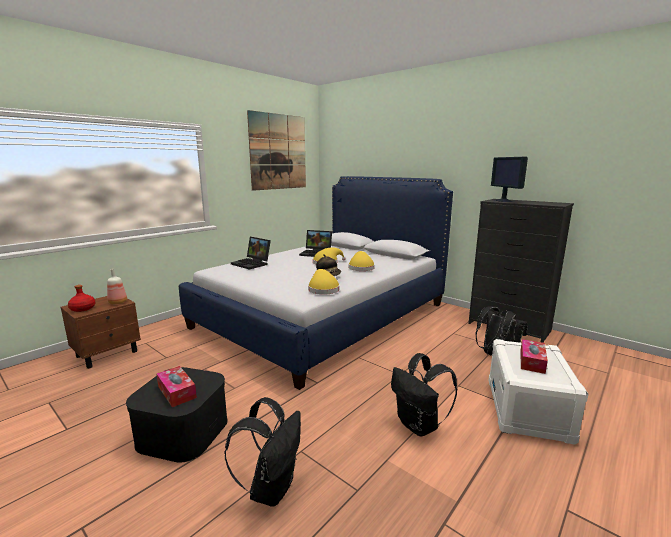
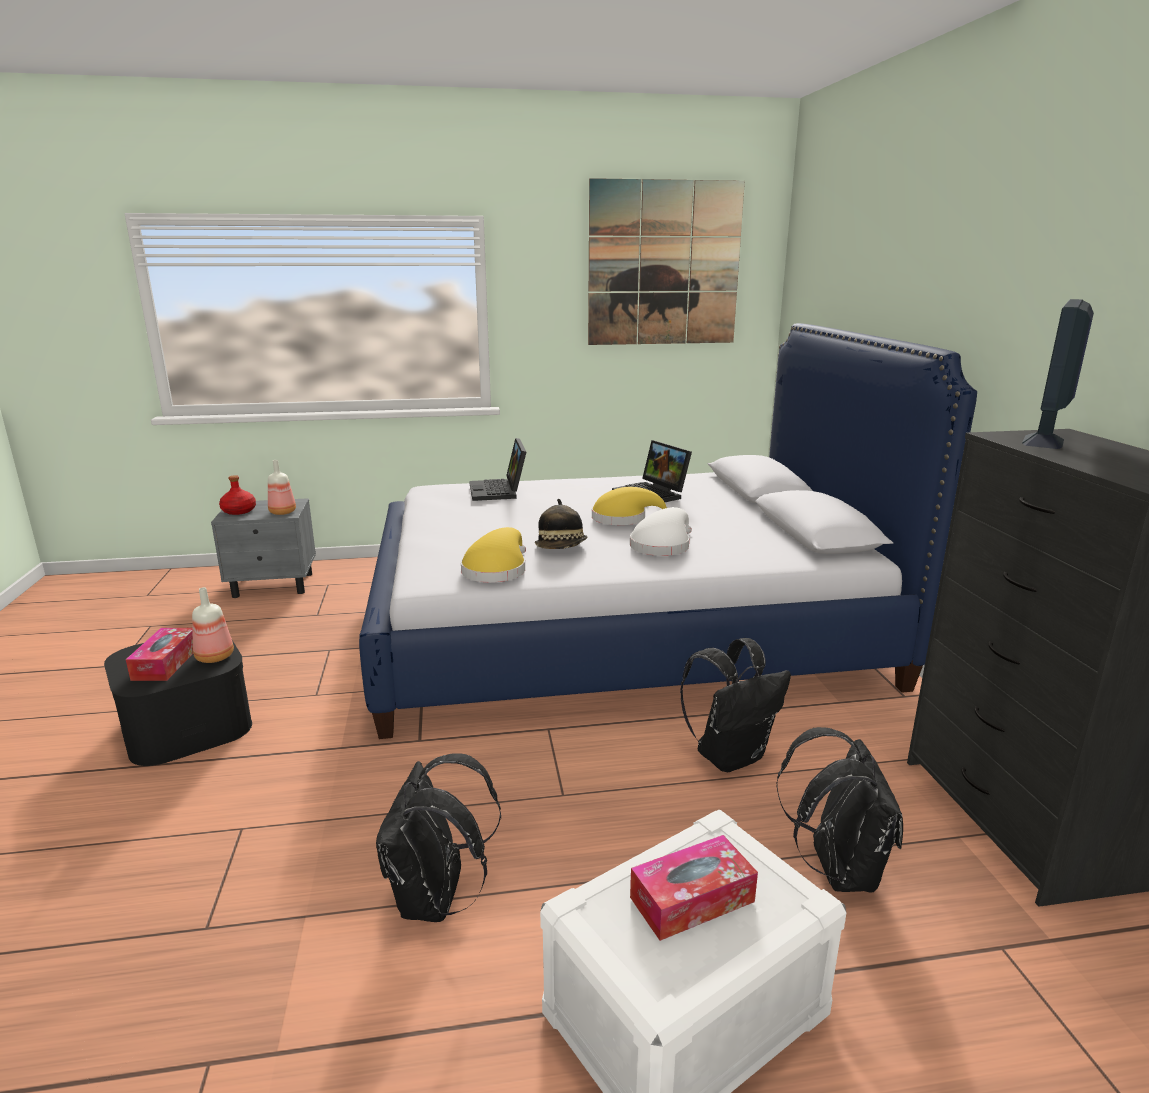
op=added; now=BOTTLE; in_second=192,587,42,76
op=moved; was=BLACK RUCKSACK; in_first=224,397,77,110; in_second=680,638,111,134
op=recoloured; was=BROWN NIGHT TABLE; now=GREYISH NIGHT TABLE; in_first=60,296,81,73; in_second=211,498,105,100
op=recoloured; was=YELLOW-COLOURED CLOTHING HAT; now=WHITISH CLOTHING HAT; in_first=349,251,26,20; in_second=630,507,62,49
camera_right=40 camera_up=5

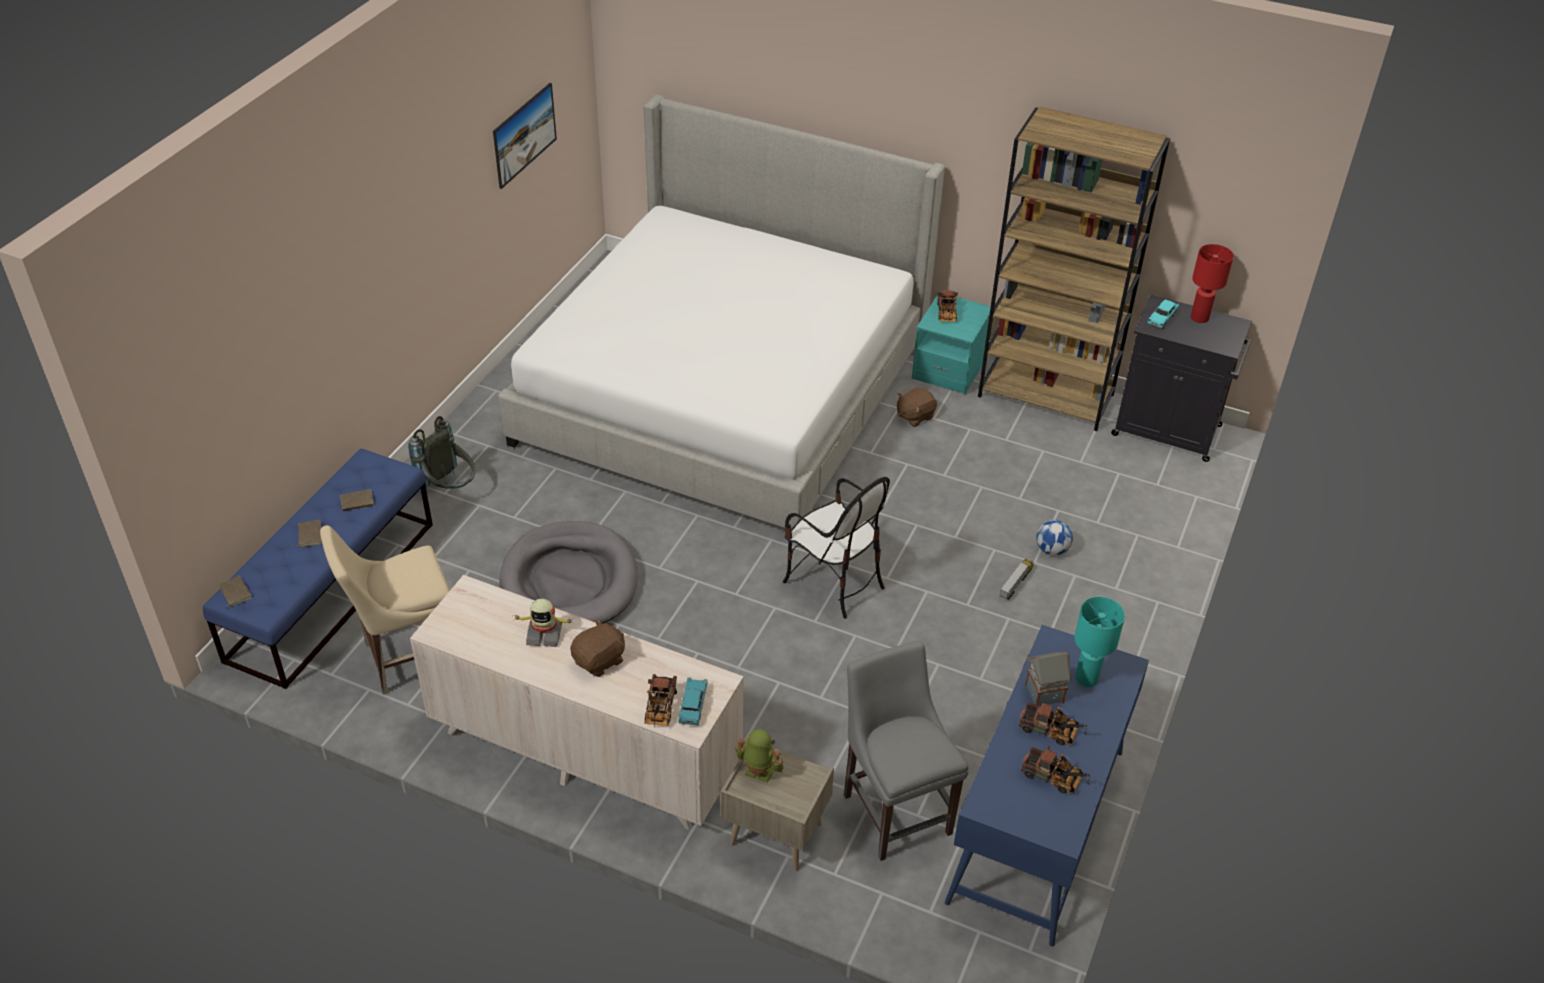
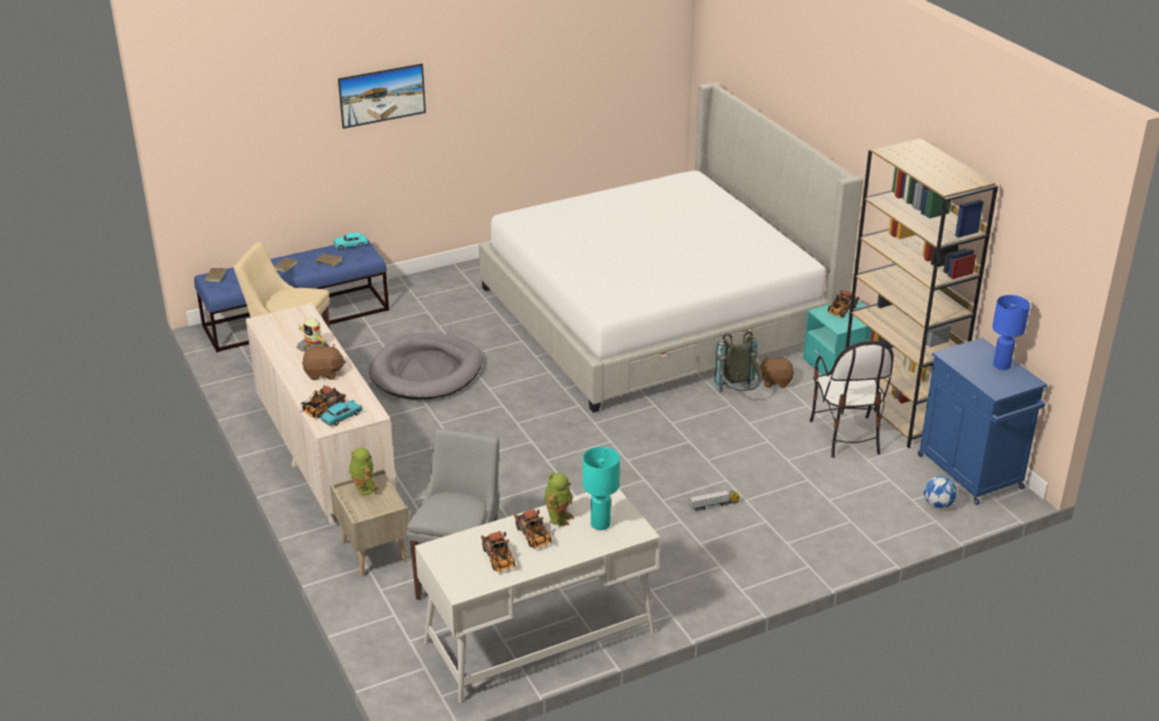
op=moved; was=GREYISH RUCKSACK; in_first=408,416,67,78; in_second=712,331,50,60
op=moved; was=WALL PICTURE; in_first=493,83,64,106; in_second=338,64,88,65
op=moved; was=PLAIN CHAIR; in_first=783,477,107,142; in_second=810,341,84,117
op=moved; was=BALL FOR FOOTBALL; in_first=1036,520,37,36; in_second=924,476,33,32
op=moved; was=BLUE-GREEN TOY CAR; in_first=1147,299,32,30; in_second=334,233,34,17
op=replaced; was=MINIATURE HOUSE; now=MODEL ROBOT; in_first=1025,652,47,54; in_second=545,473,30,53
op=recoloured; was=BLUISH DESK UNIT; now=WHITISH DESK UNIT; in_first=945,625,204,322; in_second=415,488,245,215
op=recoloured; was=BLACK STORAGE CABINET; now=BLUISH STORAGE CABINET; in_first=1111,295,141,167; in_second=918,338,129,167
op=recoloured; was=RED-COLOURED TABLE LAMP; now=BLUISH TABLE LAMP; in_first=1191,244,43,79; in_second=992,295,38,75
camera_right=40 camera_up=-10

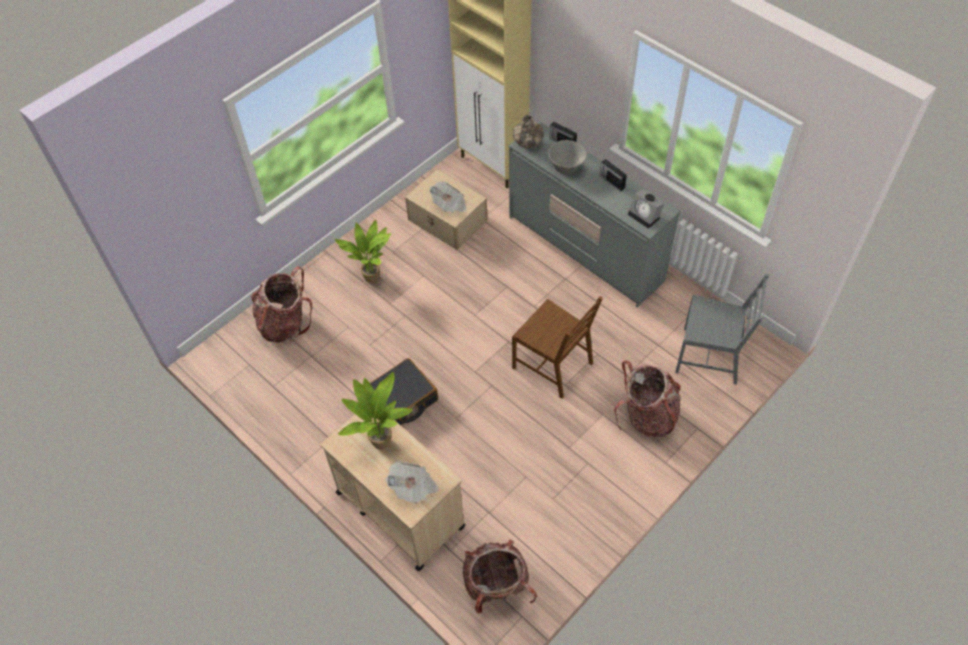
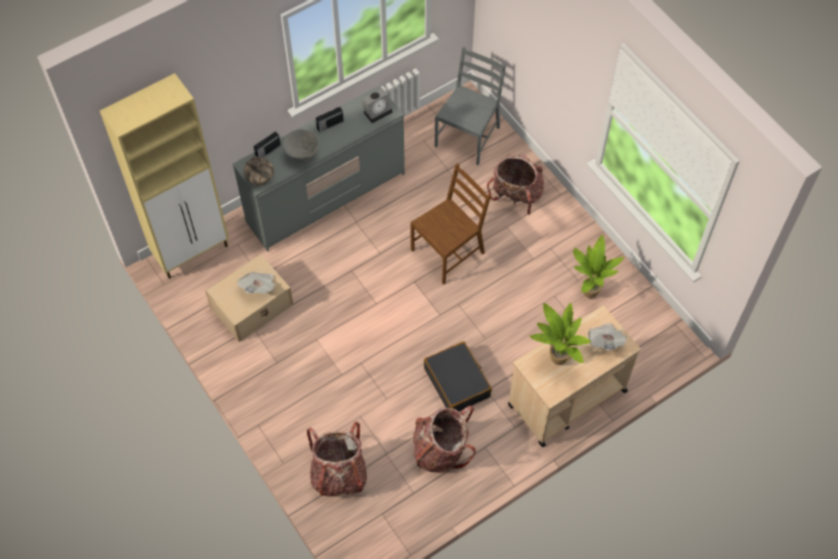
op=moved; was=PLANT IN A POT; in_first=335,220,56,64; in_second=573,235,51,63
op=moved; was=RUCKSACK; in_first=463,540,74,73; in_second=413,405,63,68
camera_right=-80 camera_up=5

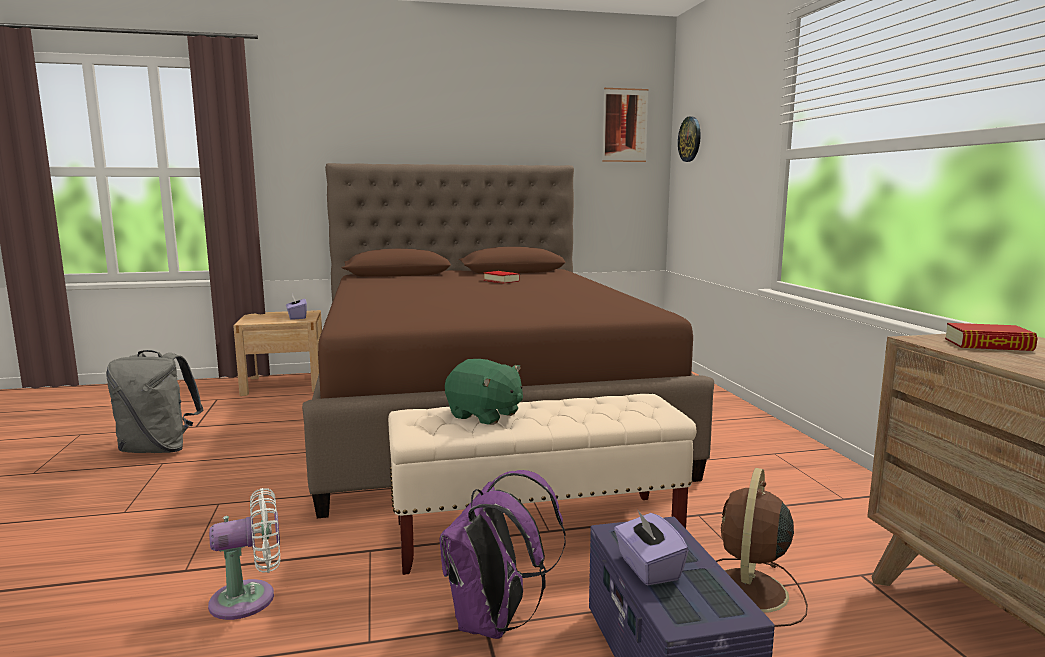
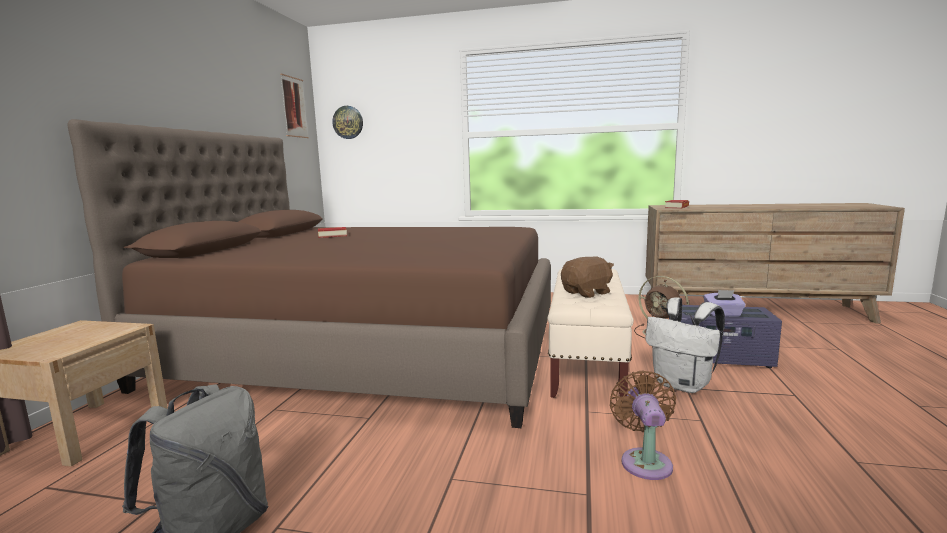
op=removed; was=PURPLISH BOX OF TISSUES; in_first=286,295,21,25
op=recoloured; was=WHITISH ELECTRIC FAN; now=BROWN ELECTRIC FAN; in_first=208,488,72,132; in_second=610,371,66,109
op=recoloured; was=PURPLISH RUCKSACK; now=WHITISH RUCKSACK; in_first=439,470,127,169; in_second=645,297,80,96
op=recoloured; was=GREENISH CUDDLY TOY; now=BROWN CUDDLY TOY; in_first=445,359,78,66; in_second=561,256,53,42
camera_right=-65 camera_up=0

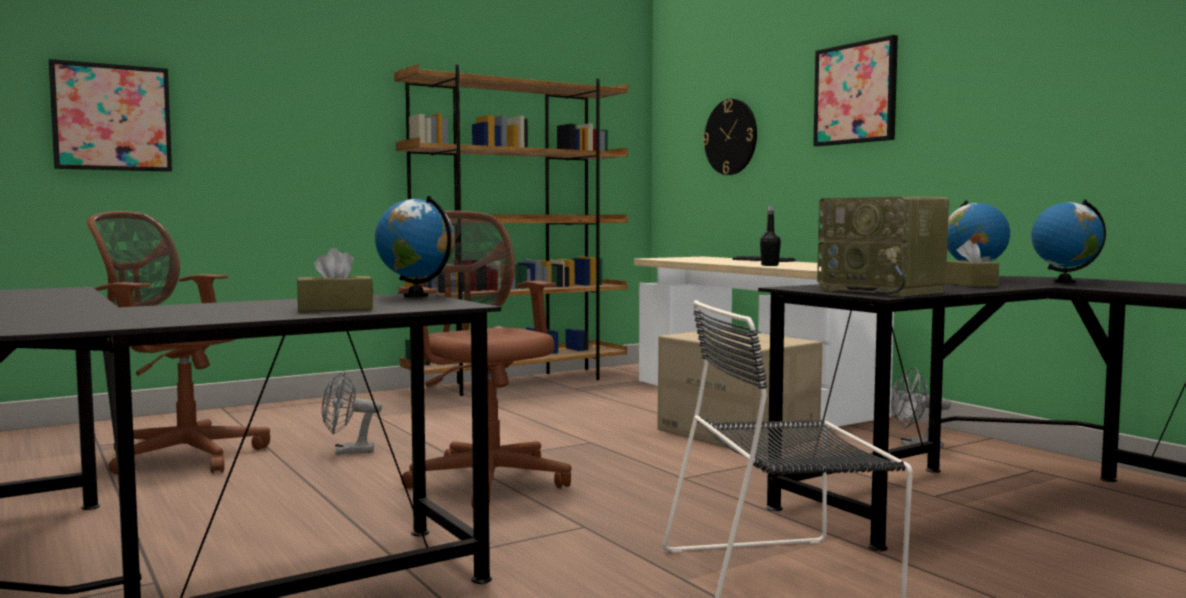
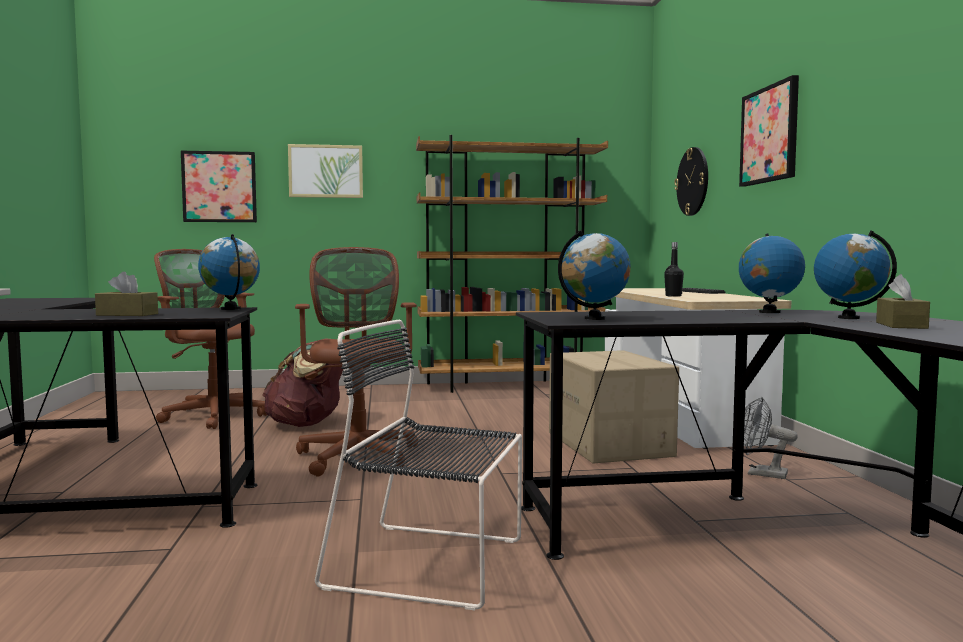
op=added; now=WALL PICTURE; in_second=288,144,75,54
op=moved; was=BROWN BOX OF TISSUES; in_first=946,240,53,47; in_second=876,274,54,55
op=replaced; was=GREYISH ELECTRIC FAN; now=BROWN RUCKSACK; in_first=322,371,60,84; in_second=262,338,81,89
op=replaced; was=RADIO RECEIVER; now=DESK GLOBE; in_first=817,196,132,101; in_second=558,230,73,90
camera_right=25 camera_up=0

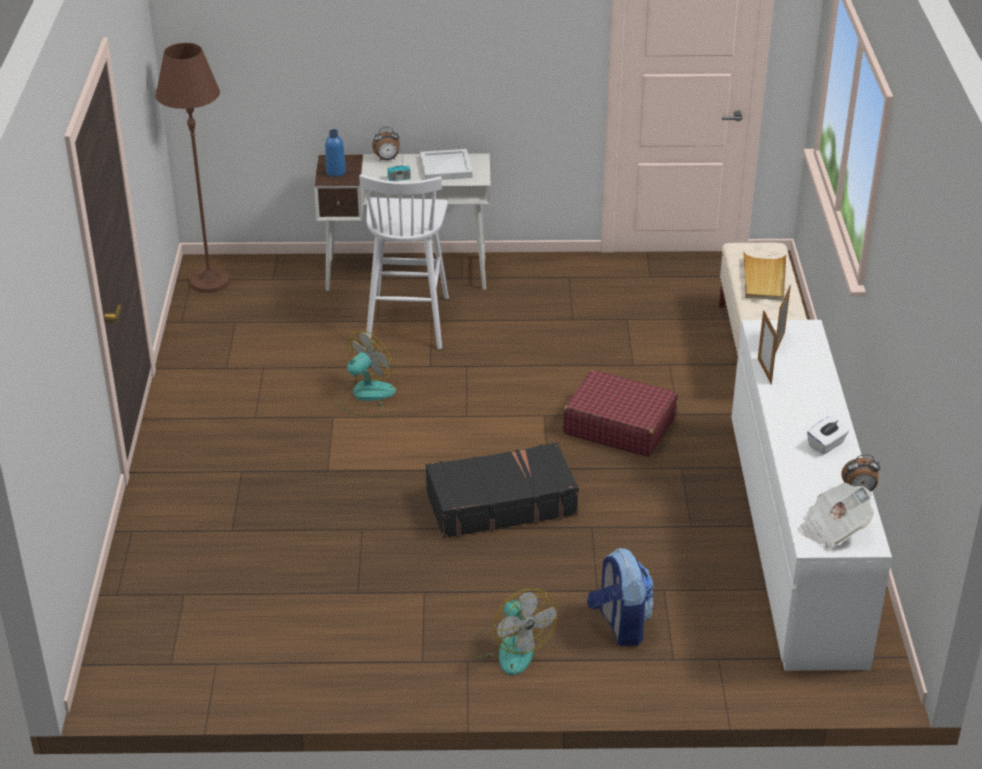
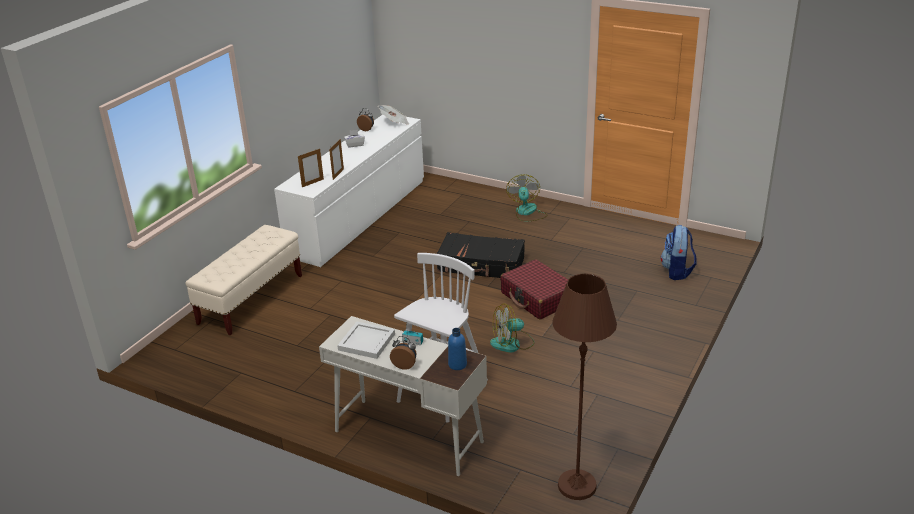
op=removed; was=SAND-COLOURED CARRYING TRAY; in_first=743,251,43,50
op=moved; was=RED-COLOURED SUITCASE; in_first=563,370,114,87; in_second=500,259,68,60
op=moved; was=RUCKSACK; in_first=587,548,67,98; in_second=661,225,36,55
camera_right=-150 camera_up=-5

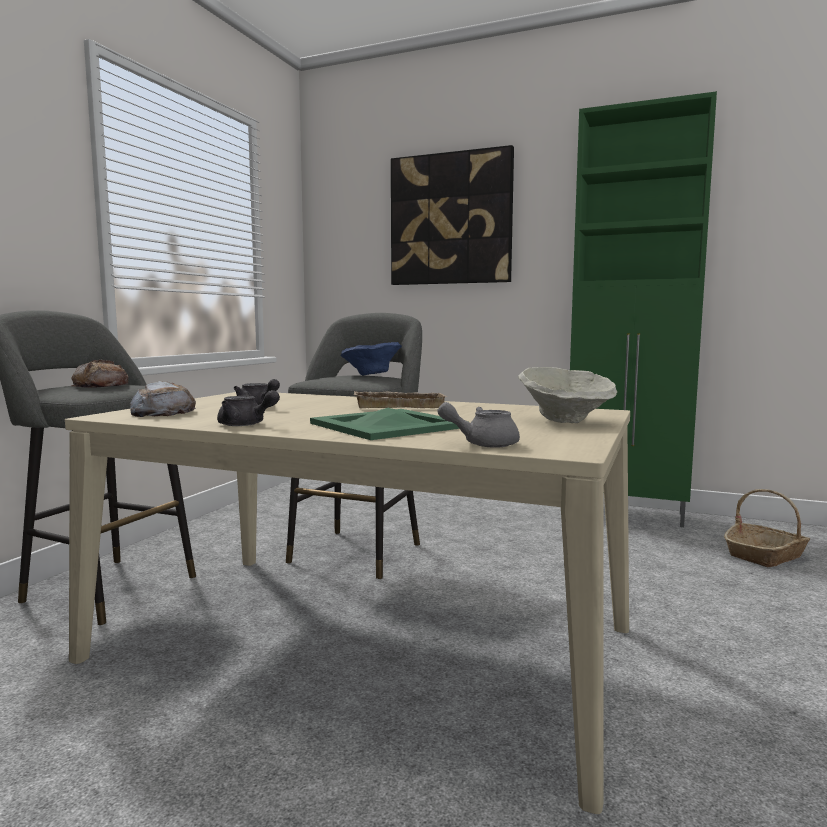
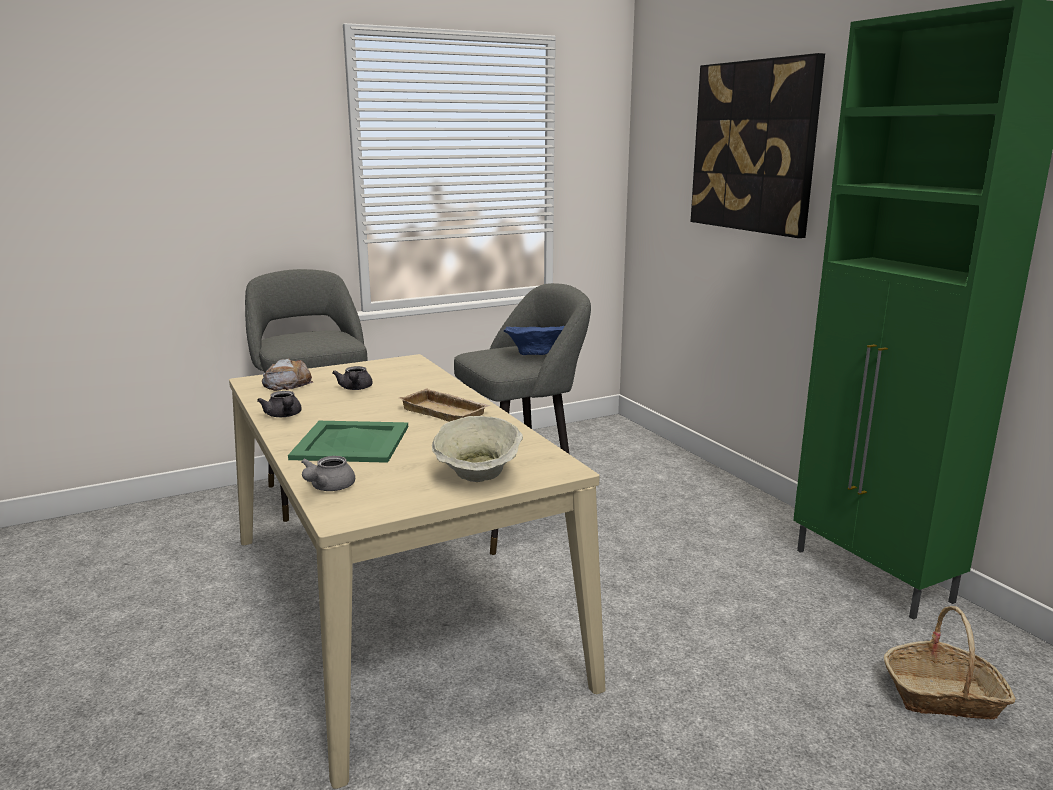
op=removed; was=BAKERY BREAD; in_first=71,359,58,29
op=turned; was=GREYISH POT FOR TEA; in_first=438,402,82,46; in_second=301,456,54,35; clockwise=-105
camera_right=40 camera_up=10

